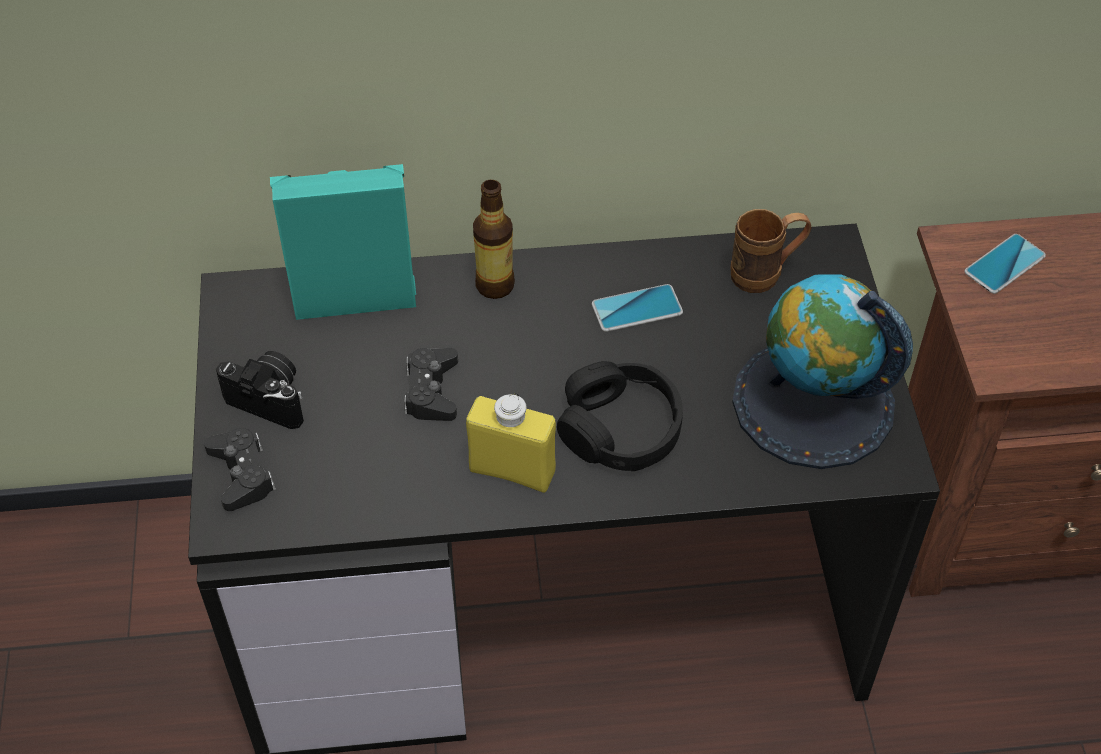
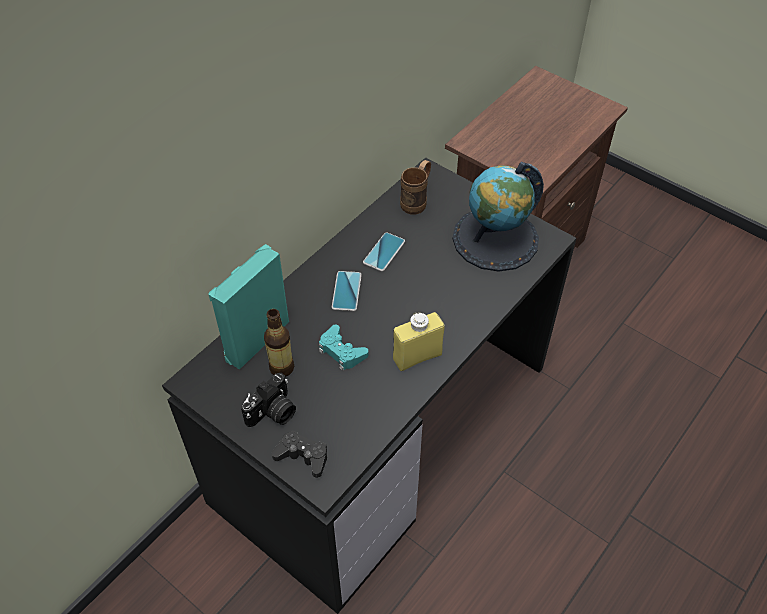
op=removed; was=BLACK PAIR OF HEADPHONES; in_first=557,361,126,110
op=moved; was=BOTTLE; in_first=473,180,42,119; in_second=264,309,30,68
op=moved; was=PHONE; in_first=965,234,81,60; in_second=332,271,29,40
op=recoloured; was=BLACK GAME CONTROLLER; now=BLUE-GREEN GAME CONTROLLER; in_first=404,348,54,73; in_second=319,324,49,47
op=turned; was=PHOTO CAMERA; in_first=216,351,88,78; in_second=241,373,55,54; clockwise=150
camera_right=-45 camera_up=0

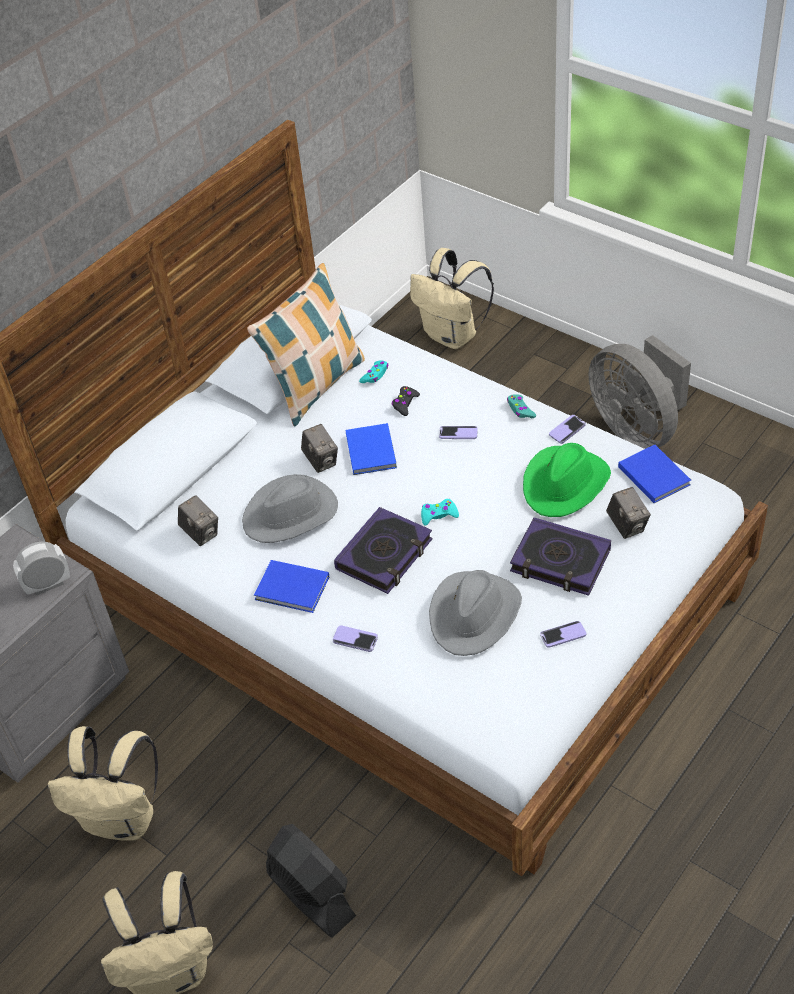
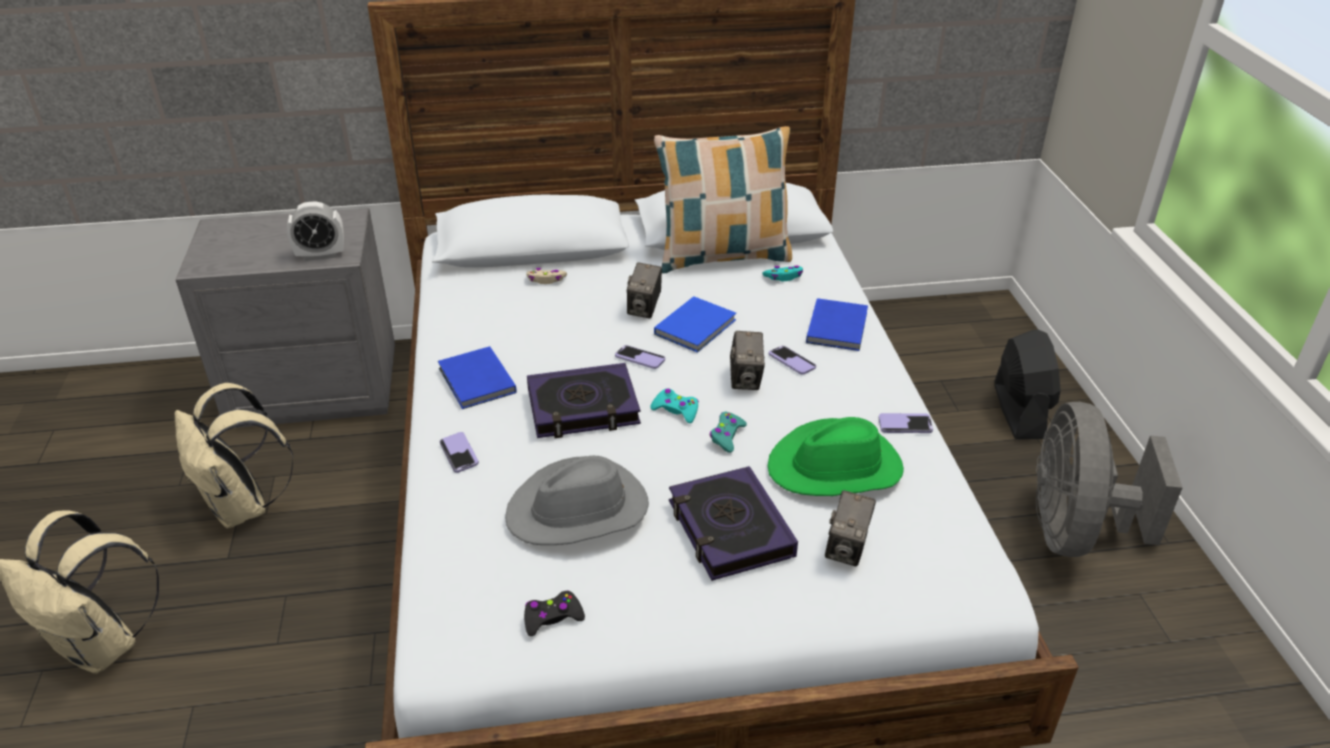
op=removed; was=GREYISH CLOTHING HAT; in_first=242,474,96,69
op=removed; was=SAND-COLOURED RUCKSACK; in_first=410,248,84,101
op=added; now=SAND-COLOURED GAME CONTROLLER; in_second=526,268,41,16
op=moved; was=PHOTO CAMERA; in_first=178,495,40,51; in_second=730,331,35,59
op=moved; was=BLACK ELECTRIC FAN; in_first=266,824,90,114; in_second=994,330,67,109
op=moved; was=BLACK GAME CONTROLLER; in_first=392,386,28,30; in_second=524,591,61,45
op=moved; was=BLUE-GREEN GAME CONTROLLER; in_first=507,394,29,24; in_second=710,412,37,41
op=moved; was=PHONE; in_first=540,621,46,27; in_second=615,345,50,24
op=moved; was=BLUISH BOUND BOOK; in_first=618,445,73,58; in_second=806,298,62,53
op=turned; was=BEDSIDE CLOCK; in_first=13,542,57,54; in_second=287,201,57,60; clockwise=150
camera_right=40 camera_up=-10

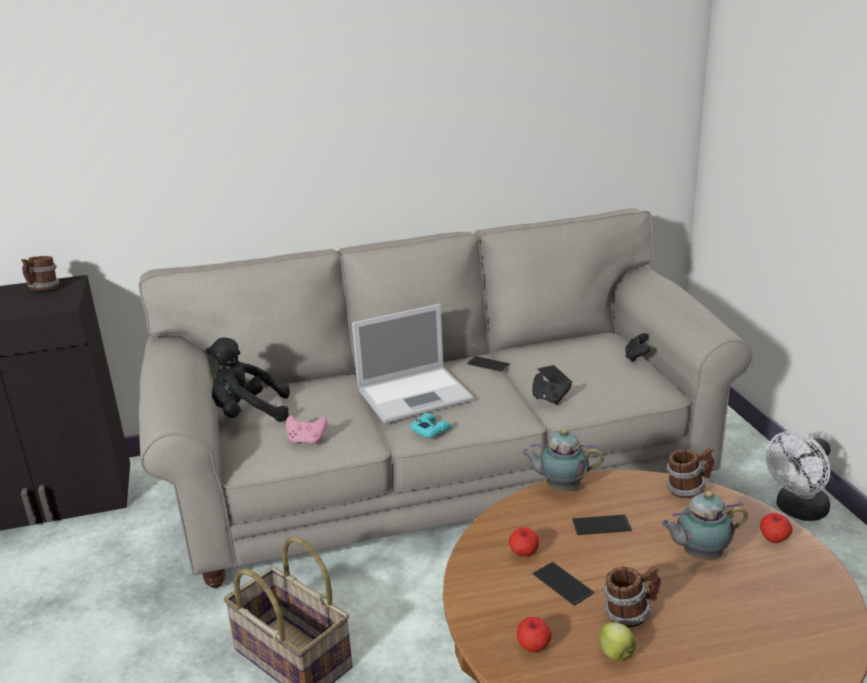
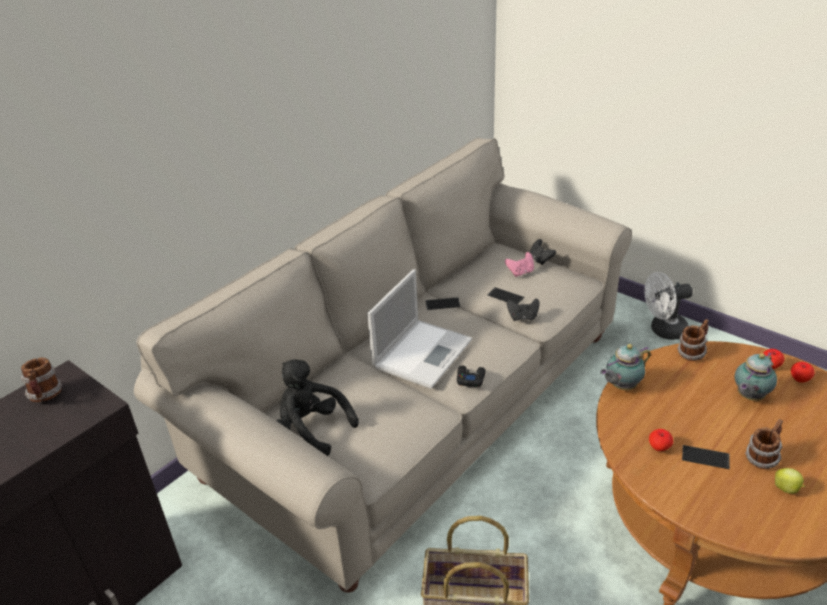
op=removed; was=PHONE; in_first=572,514,60,21
op=moved; was=PINK GAME CONTROLLER; in_first=286,415,42,30; in_second=505,252,29,25
op=moved; was=APPLE; in_first=517,617,35,36; in_second=791,362,24,21
op=recoloured; was=BLUE-GREEN GAME CONTROLLER; now=BLACK GAME CONTROLLER; in_first=411,413,41,25; in_second=457,366,29,21
op=turned; was=BLACK CUDDLY TOY; in_first=206,338,84,84; in_second=276,359,83,97; clockwise=75
op=turned; was=WHITISH ELECTRIC FAN; in_first=766,431,65,90; in_second=644,272,49,68; clockwise=60
camera_right=-35 camera_up=10

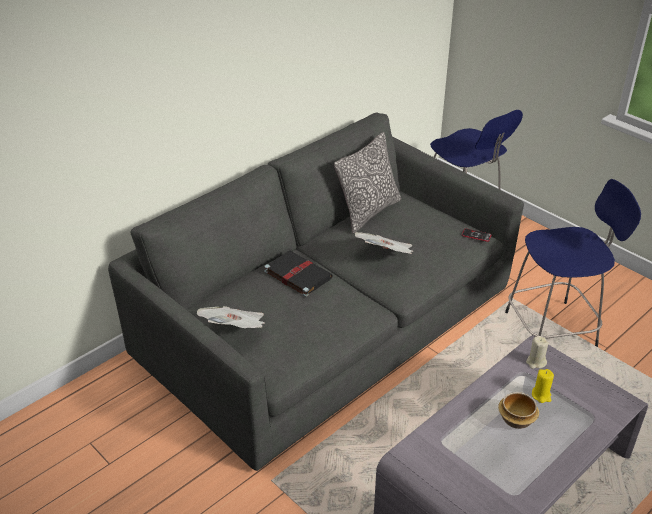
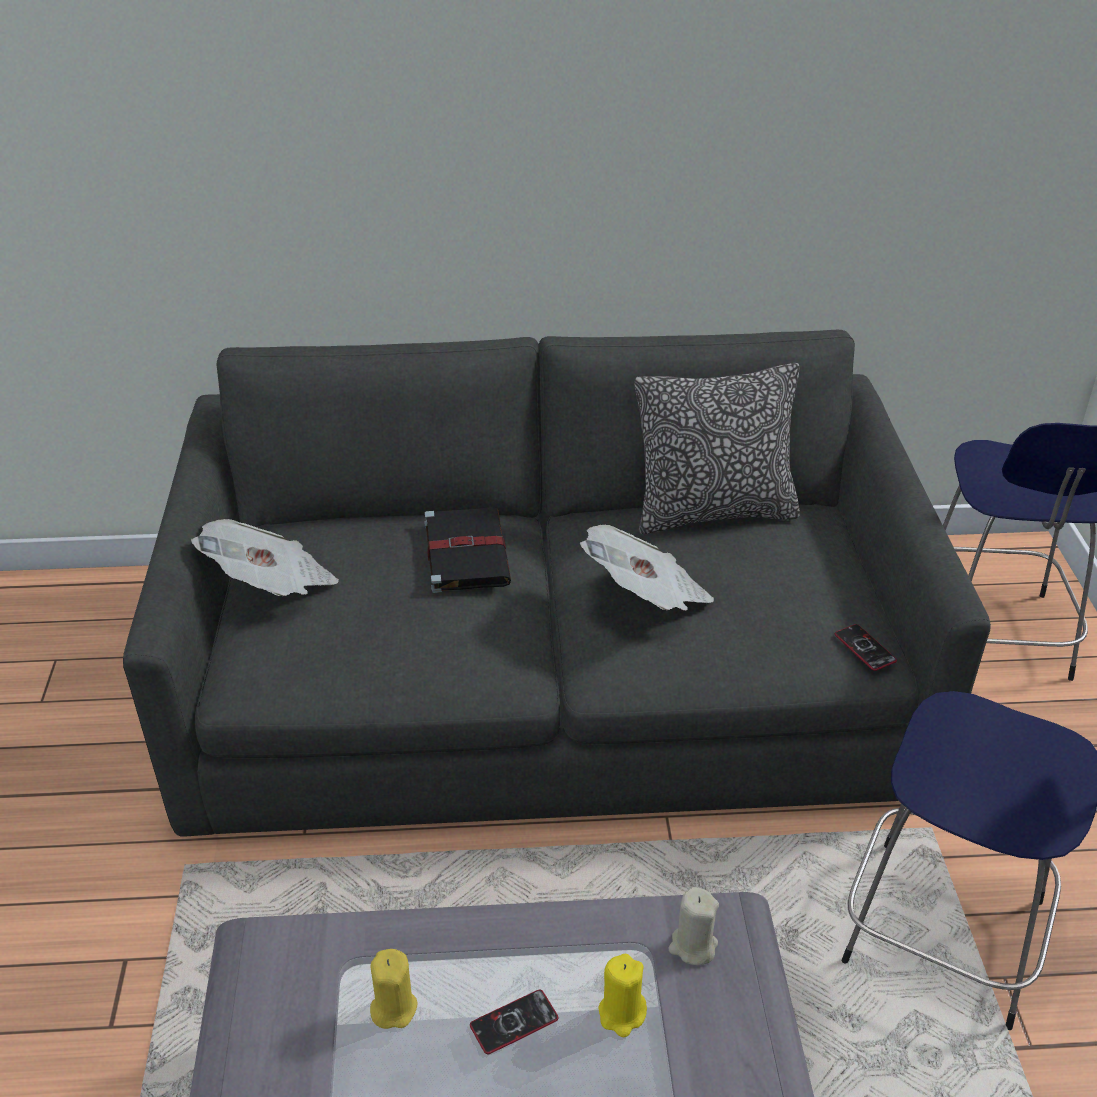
op=added; now=YELLOW-COLOURED WAX CANDLE; in_second=370,949,48,80
op=replaced; was=SERVING BOWL; now=PHONE; in_first=498,392,41,37; in_second=470,990,89,64
camera_right=40 camera_up=0

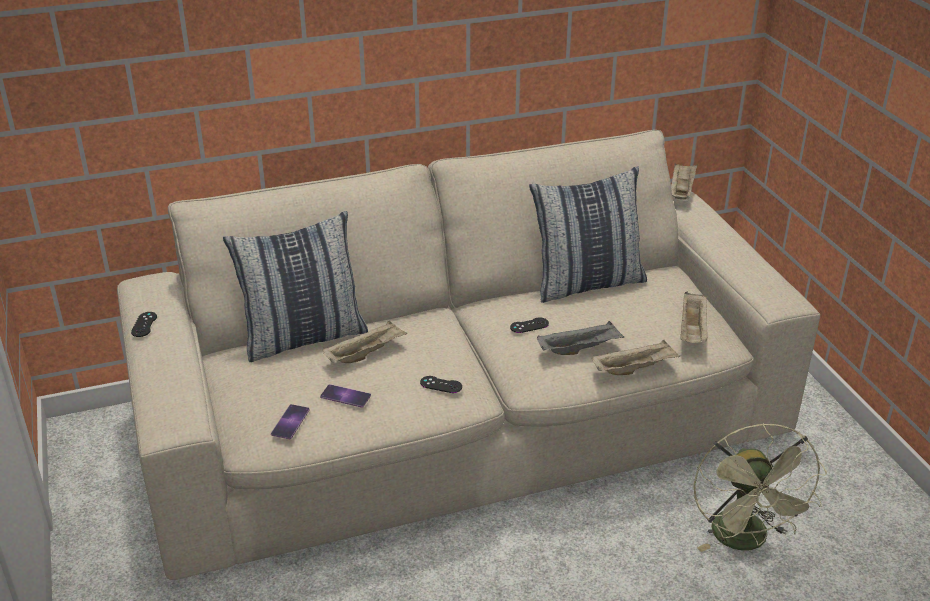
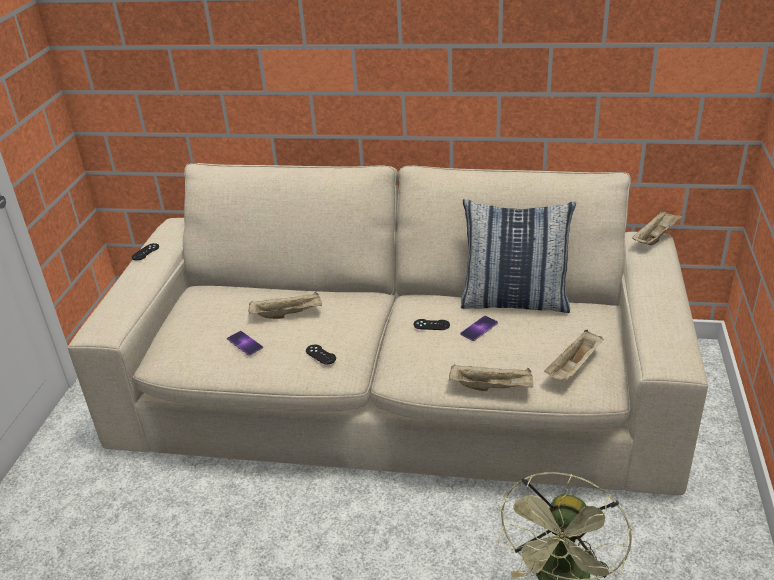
op=removed; was=THROW PILLOW; in_first=223,211,145,151
op=removed; was=GREYISH CARRYING TRAY; in_first=537,321,87,34
op=moved; was=PHONE; in_first=271,404,39,35; in_second=460,316,38,25
camera_right=30 camera_up=0

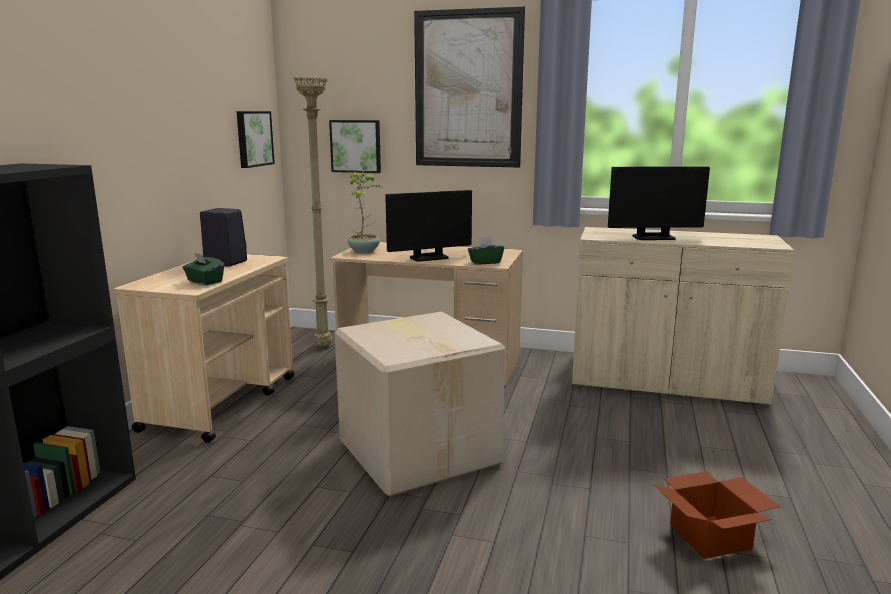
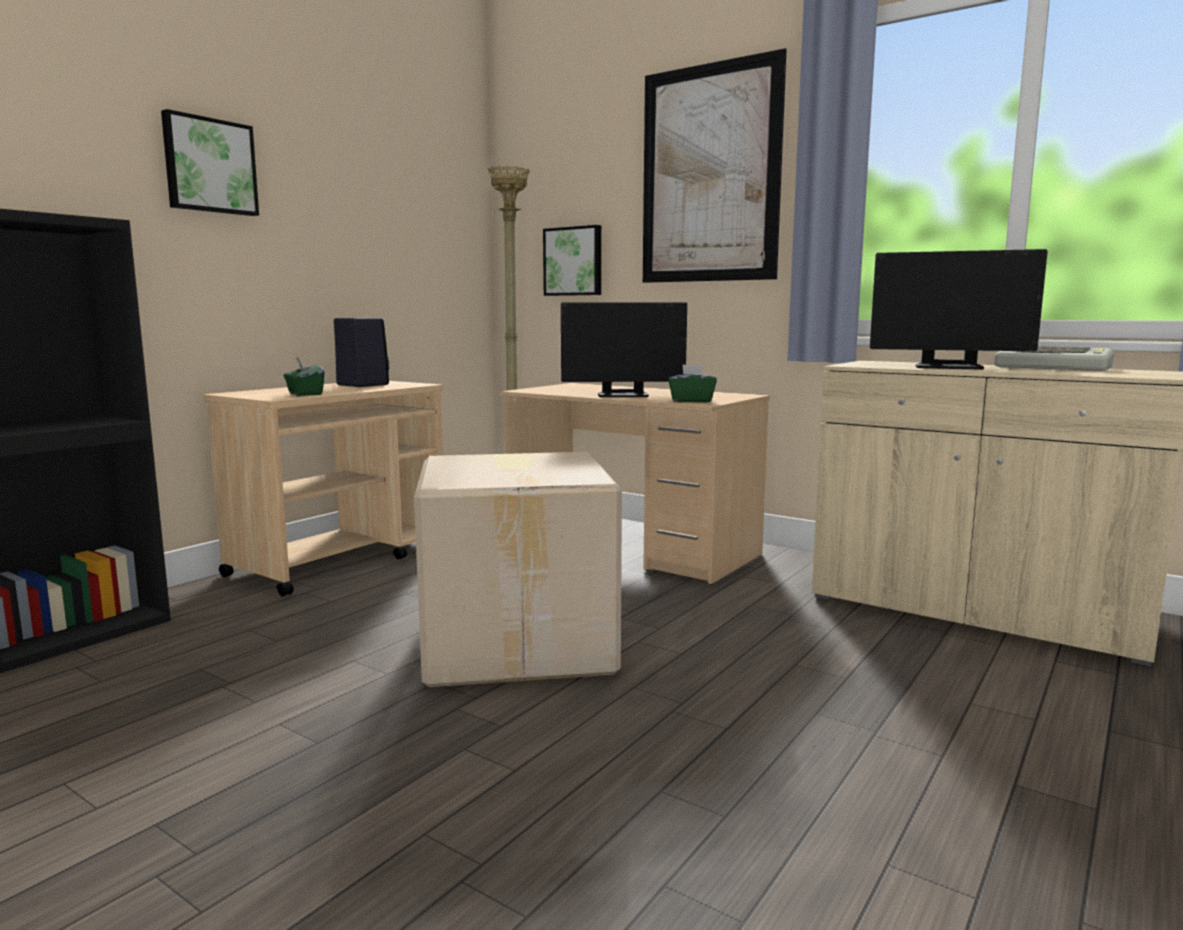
op=removed; was=PLANT IN A POT; in_first=348,172,34,81
op=removed; was=PACKING BOX; in_first=653,471,128,88
op=added; now=PC KEYBOARD; in_second=994,346,120,25
op=moved; was=WALL PICTURE; in_first=236,111,39,57; in_second=161,109,98,107
camera_right=20 camera_up=-5

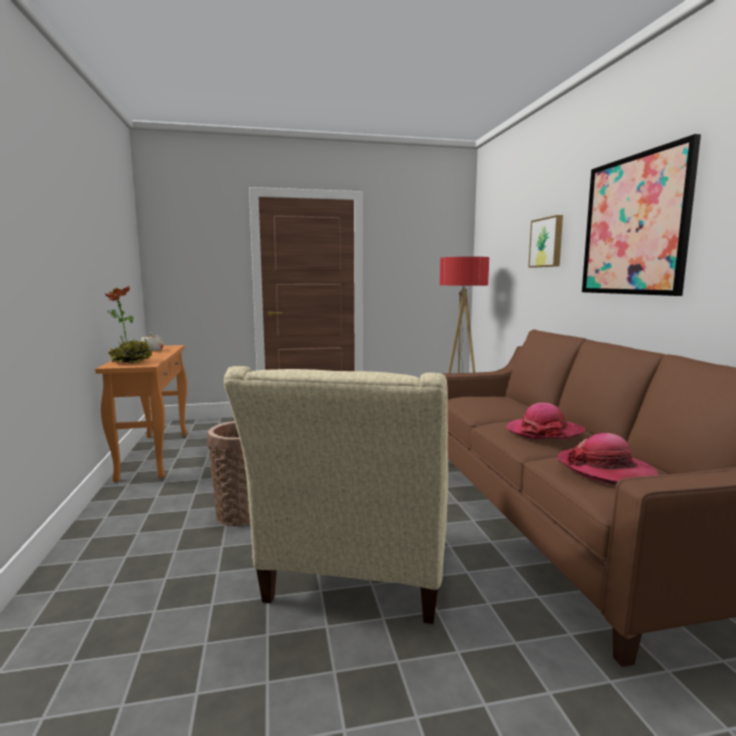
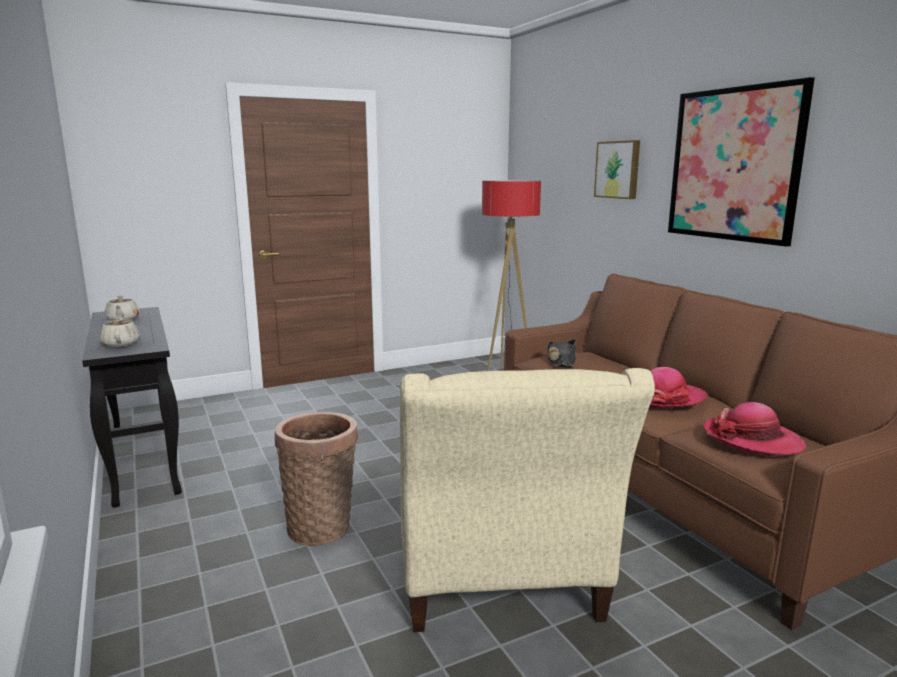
op=added; now=BLACK CLOTHING HAT; in_second=547,339,29,29
op=replaced; was=PLANT IN A POT; now=SAND-COLOURED POT FOR TEA; in_first=104,286,49,77; in_second=100,316,40,31
op=recoloured; was=ORANGE-COLOURED NARROW TABLE; now=BLACK NARROW TABLE; in_first=95,345,92,137; in_second=82,307,100,200
camera_right=-15 camera_up=5

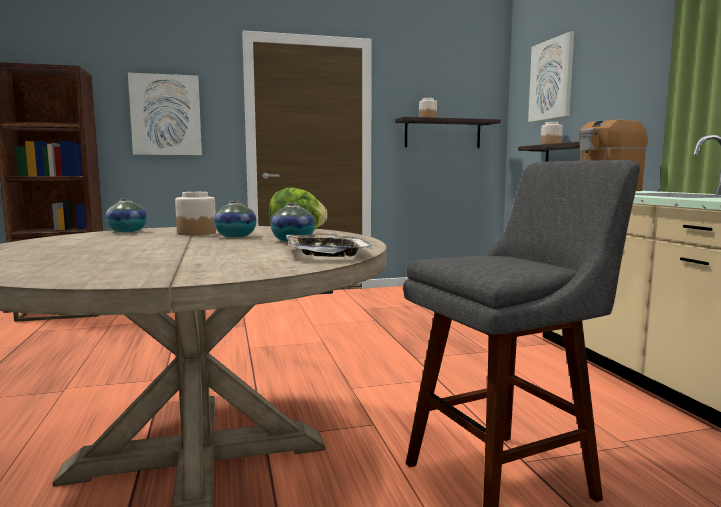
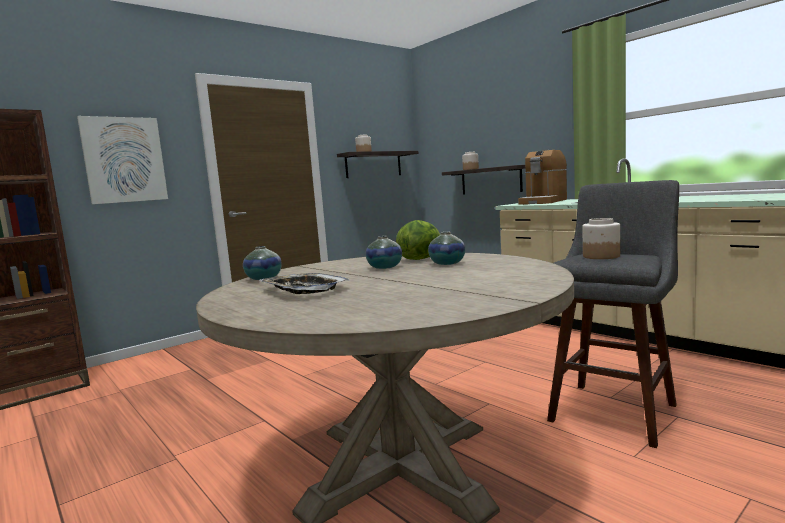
op=removed; was=WALL PICTURE; in_first=528,31,46,91
op=moved; was=JAR; in_first=175,192,41,44; in_second=582,218,38,41
op=moved; was=CARRYING TRAY; in_first=286,235,87,22; in_second=260,273,90,21
camera_right=-25 camera_up=0

